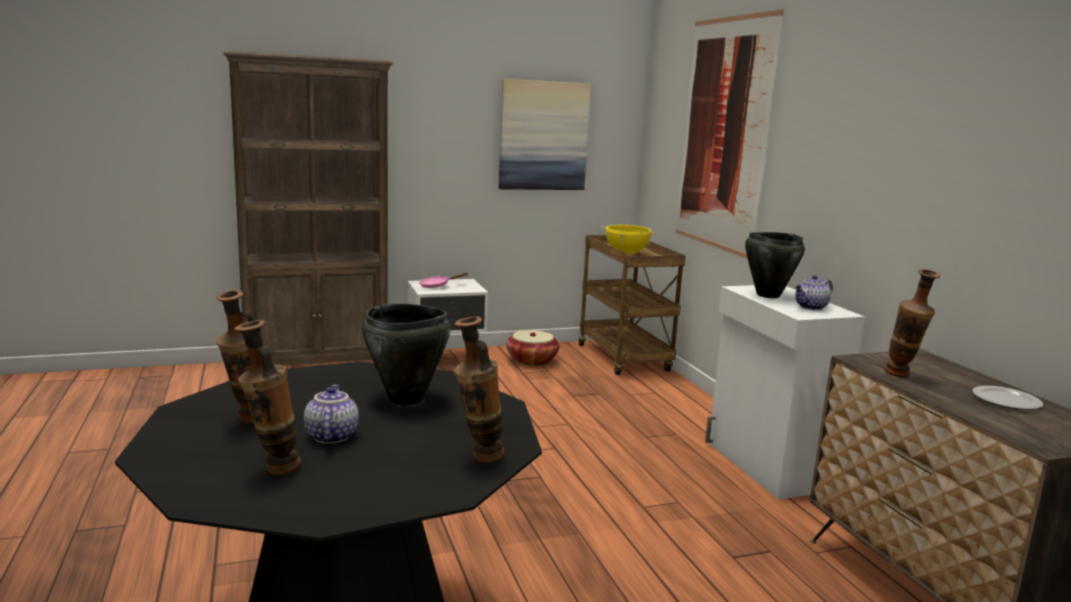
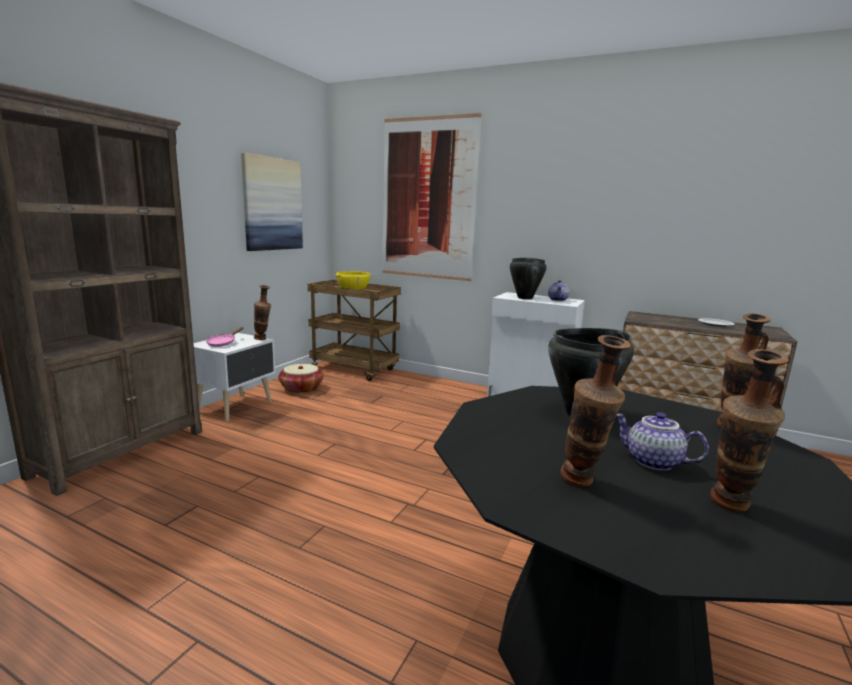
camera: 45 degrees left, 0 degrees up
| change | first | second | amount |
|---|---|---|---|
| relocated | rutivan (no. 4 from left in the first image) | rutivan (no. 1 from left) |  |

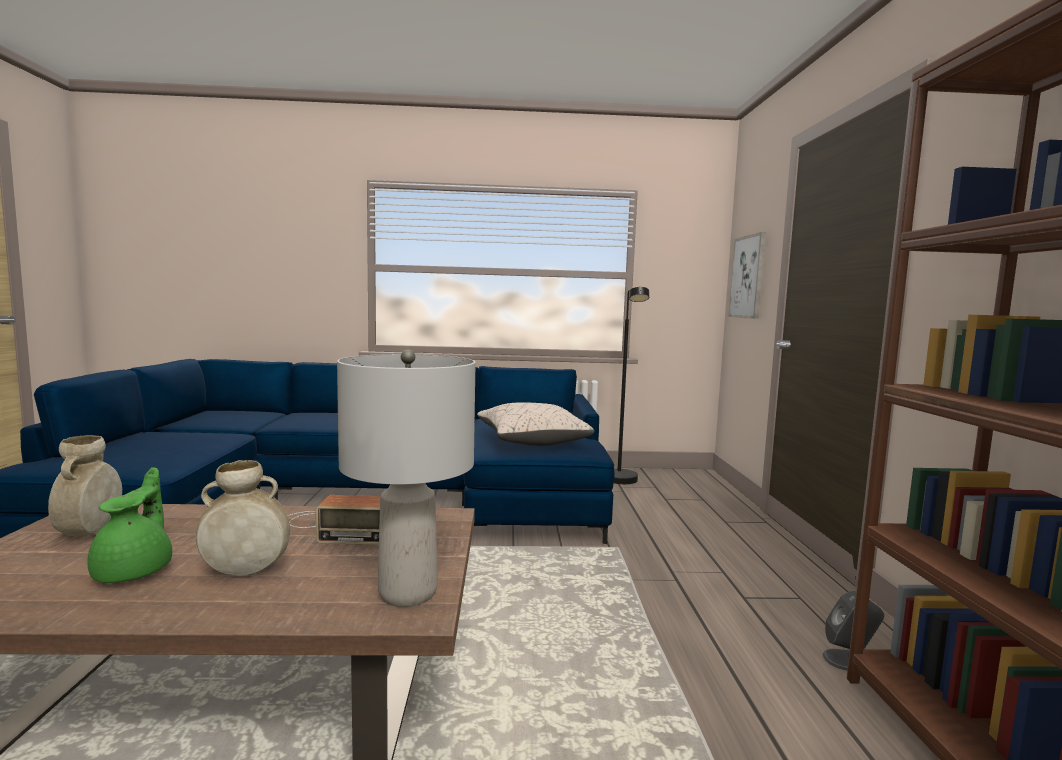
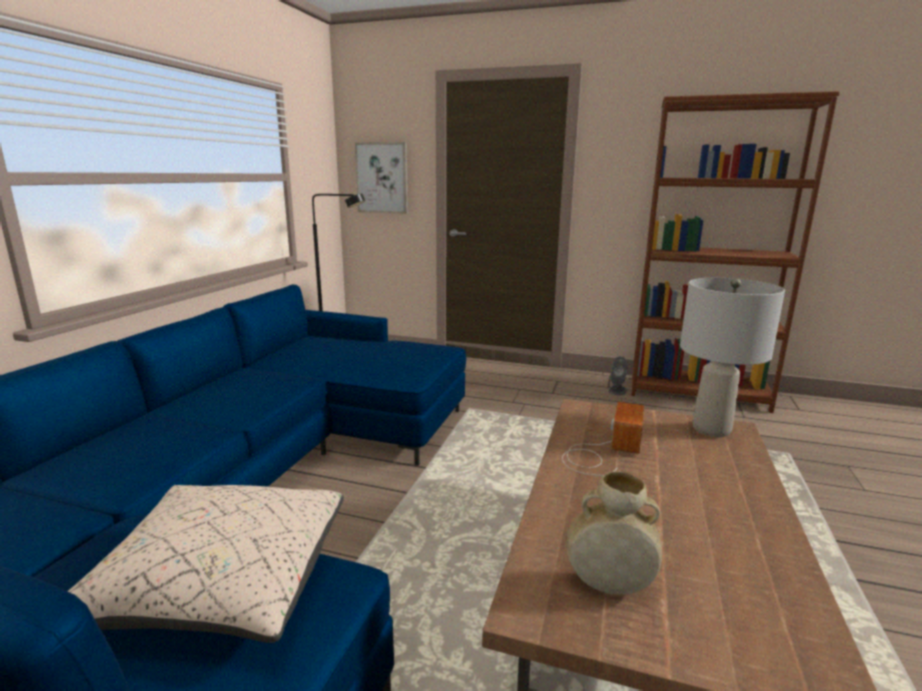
camera: 70 degrees left, 10 degrees up
| change | first | second | amount |
|---|---|---|---|
| missing | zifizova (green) |  |  |
| missing | rutivan (beige) (no. 2 from left) |  |  |
| relocated | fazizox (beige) |  |  |

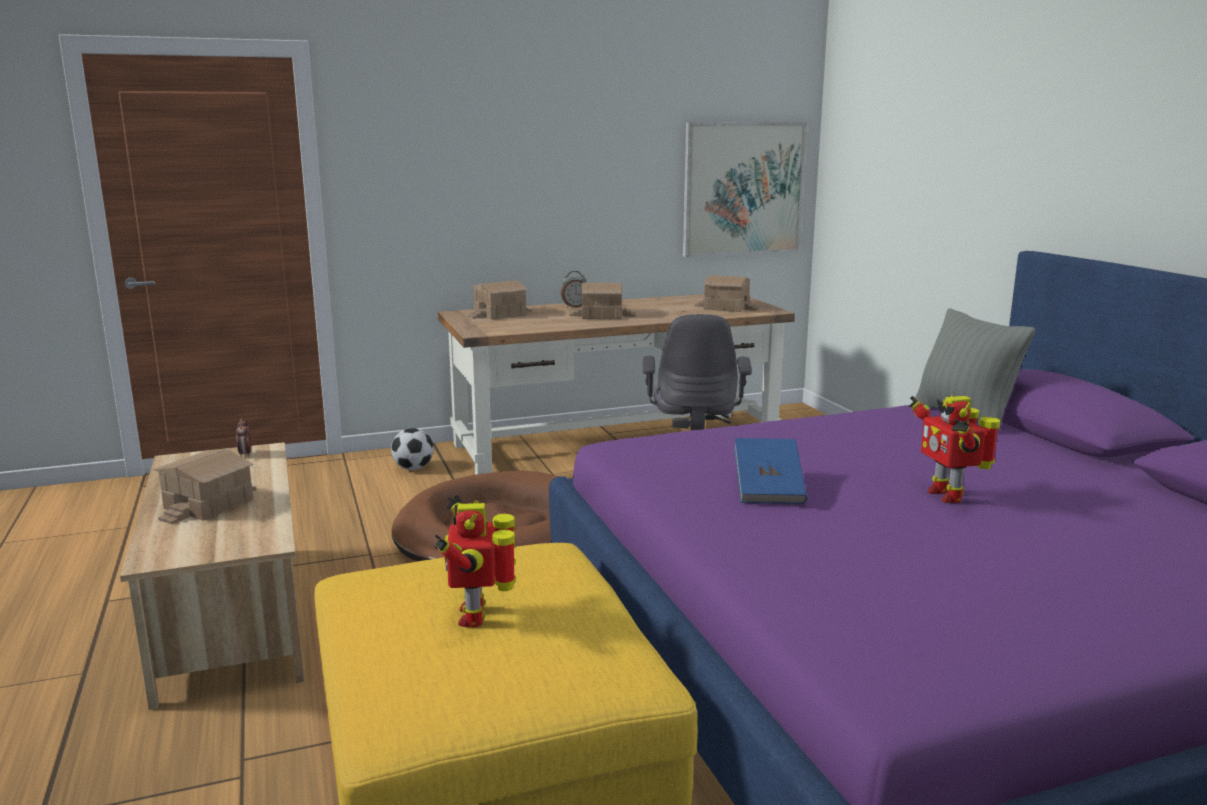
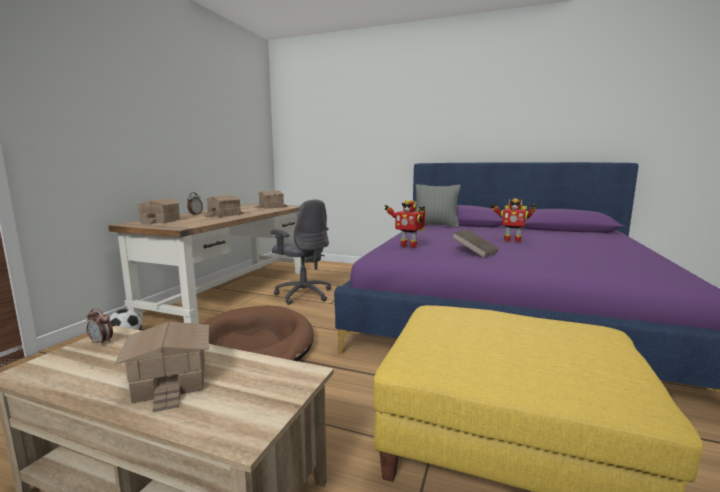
camera: 50 degrees left, 5 degrees down
| change | first | second | amount |
|---|---|---|---|
| relocated | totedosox (no. 1 from left) |  |  |
| missing | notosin |  |  |
| colour | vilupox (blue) | vilupox (brown) |  |

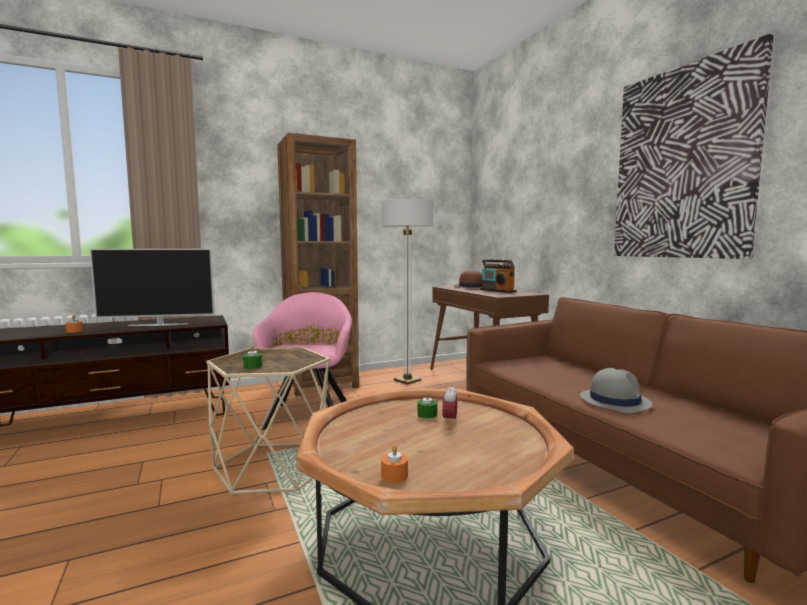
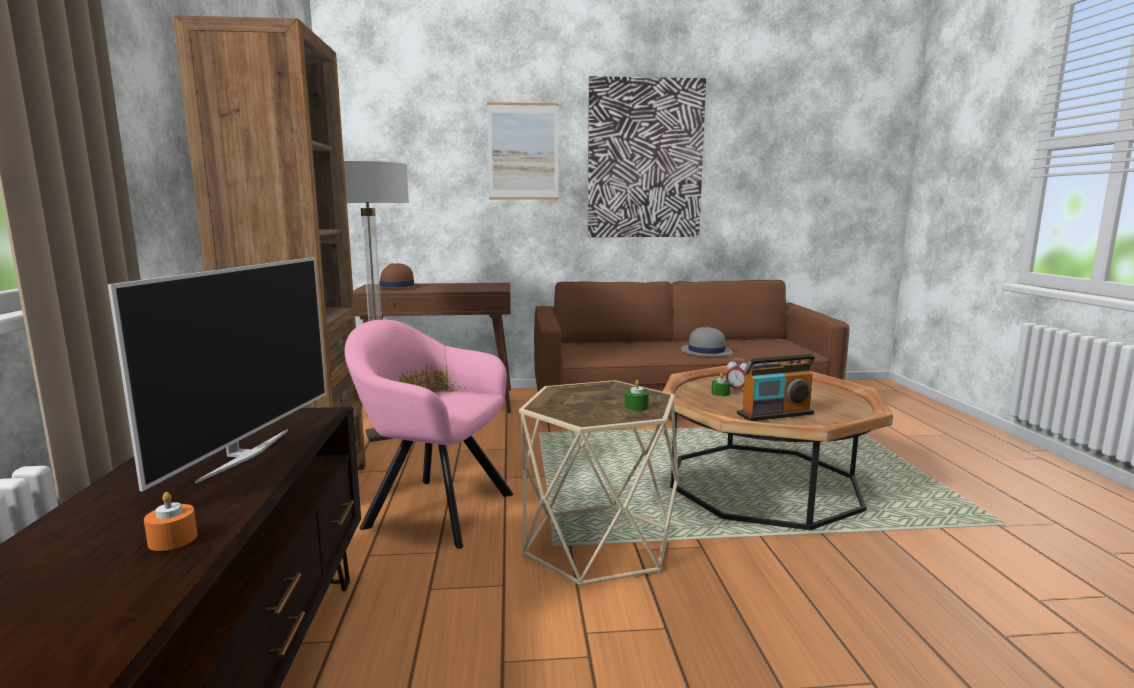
camera: 70 degrees left, 5 degrees up
| change | first | second | amount |
|---|---|---|---|
| missing | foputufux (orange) (no. 2 from left) |  |  |
| relocated | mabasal |  |  |
| appeared |  | notosin (no. 1 from left) |  |

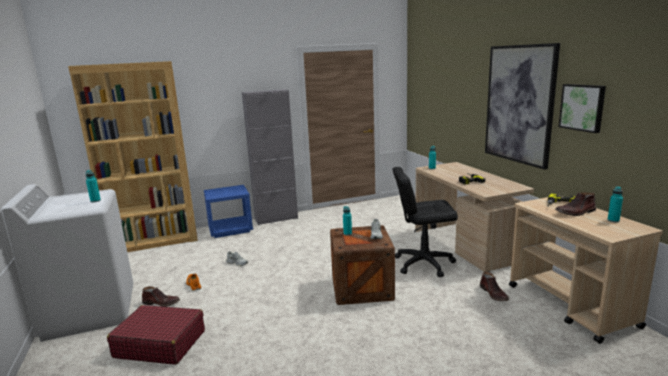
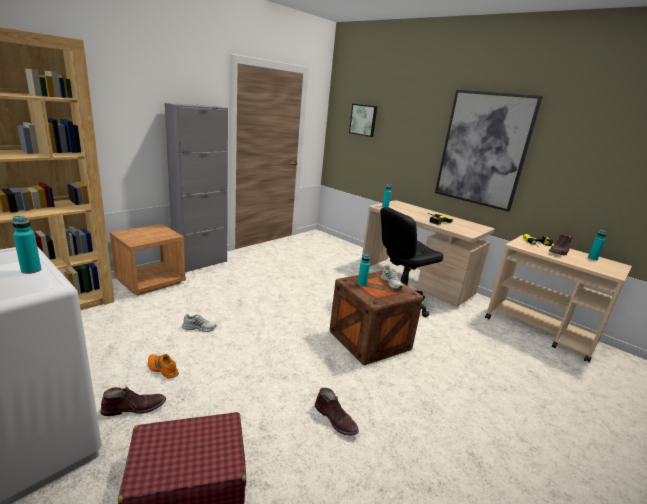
camera: 30 degrees left, 5 degrees up
| change | first | second | amount |
|---|---|---|---|
| colour | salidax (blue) | salidax (brown) |  |
| relocated | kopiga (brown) (no. 2 from left) |  |  |
| relocated | notosin (no. 2 from left in the first image) | notosin (no. 1 from left) |  |

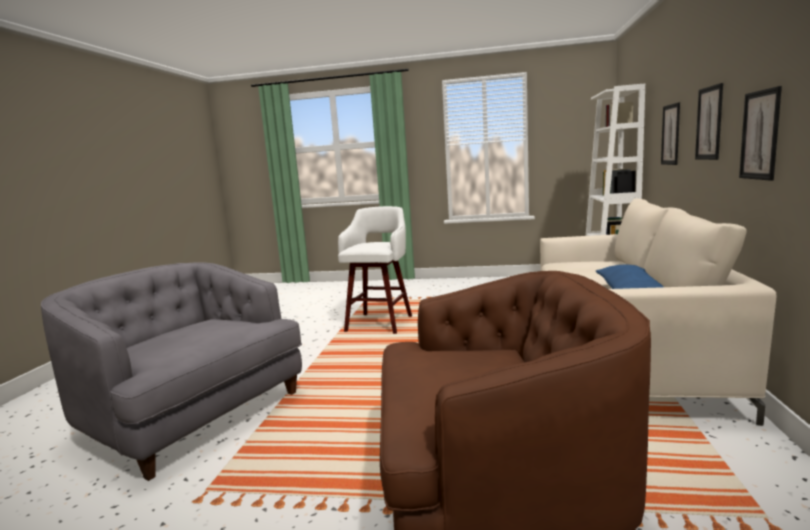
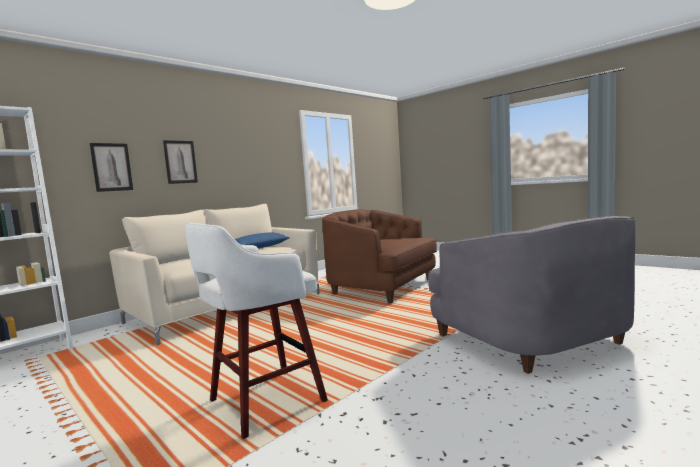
camera: 145 degrees left, 5 degrees down
| change | first | second | amount |
|---|---|---|---|
| missing | notosin (no. 3 from left) |  |  |

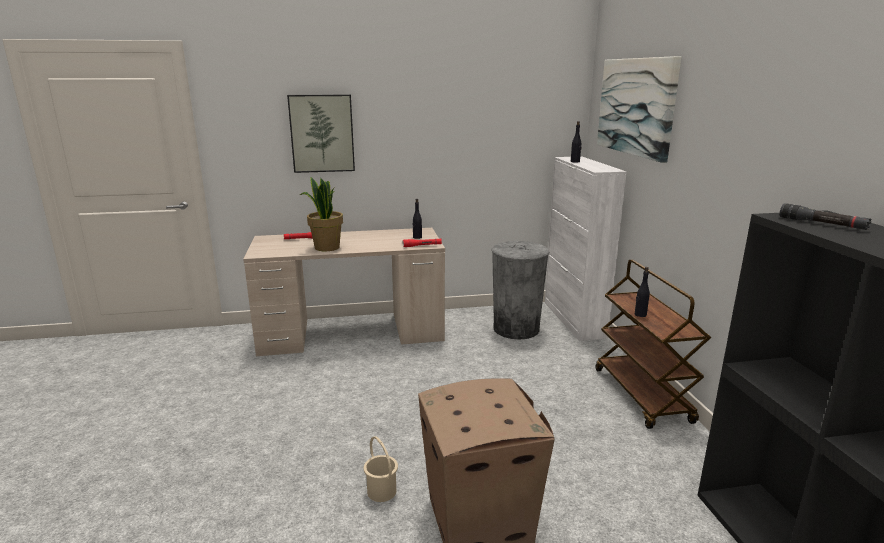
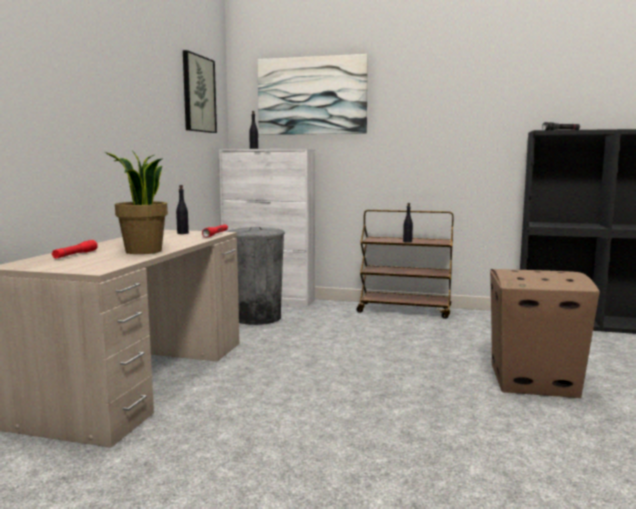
camera: 65 degrees left, 10 degrees down
| change | first | second | amount |
|---|---|---|---|
| relocated | notosin (no. 1 from left) |  |  |
| missing | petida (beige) |  |  |

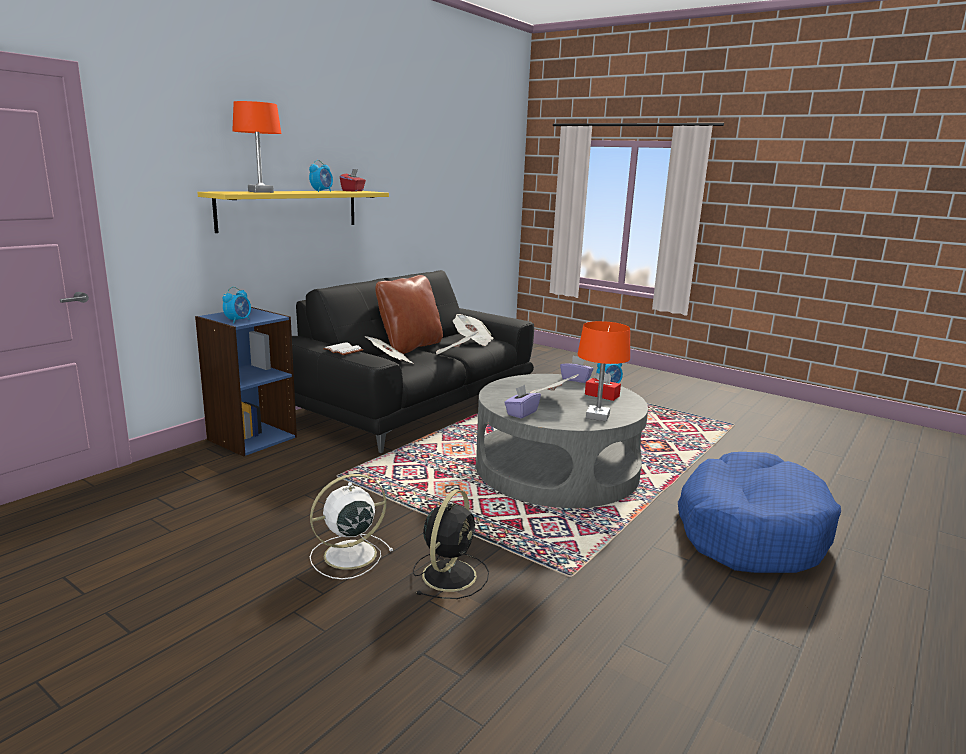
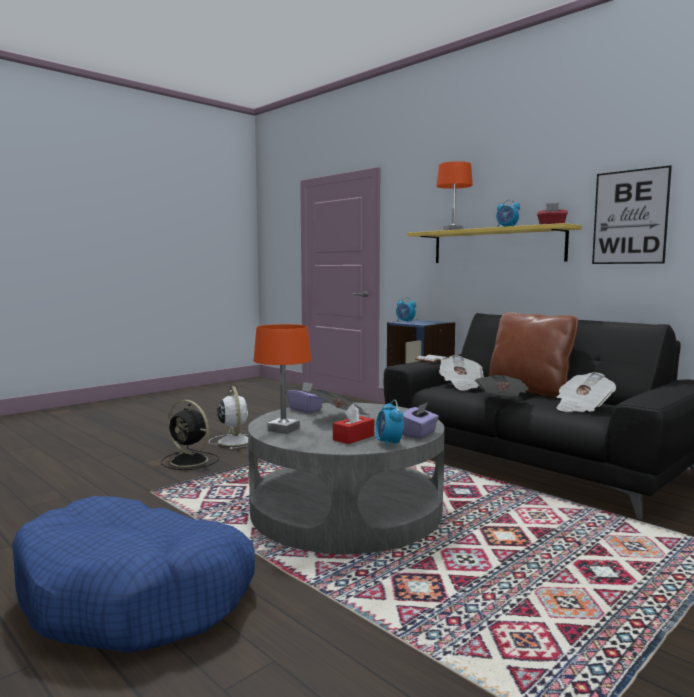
camera: 100 degrees right, 10 degrees down
| change | first | second | amount |
|---|---|---|---|
| appeared |  | notosin |  |

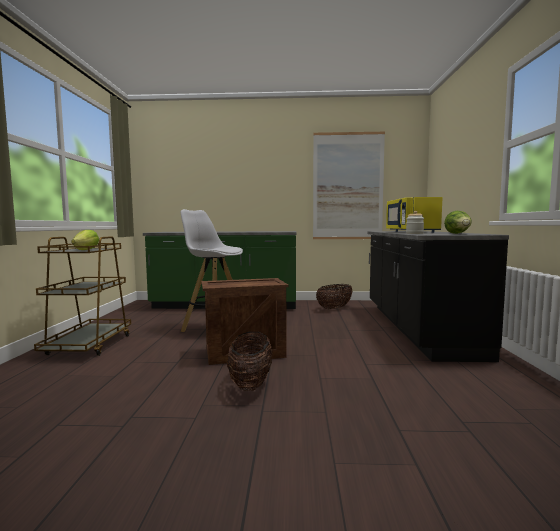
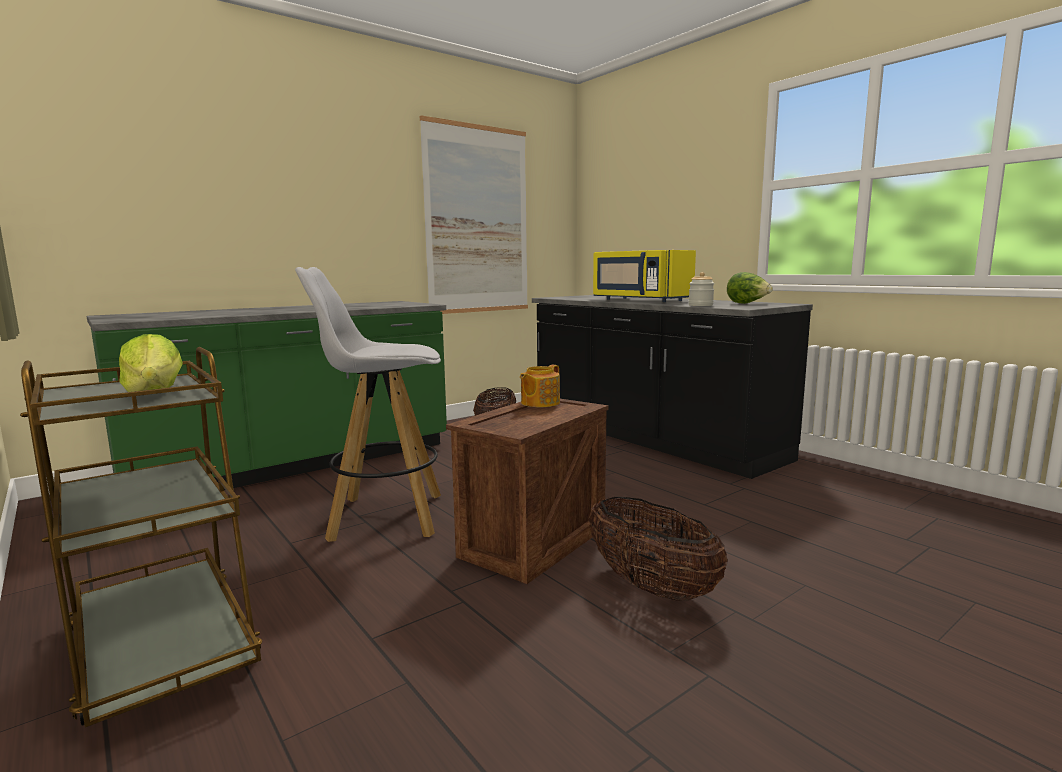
camera: 40 degrees left, 5 degrees up
| change | first | second | amount |
|---|---|---|---|
| appeared |  | zifizova |  |

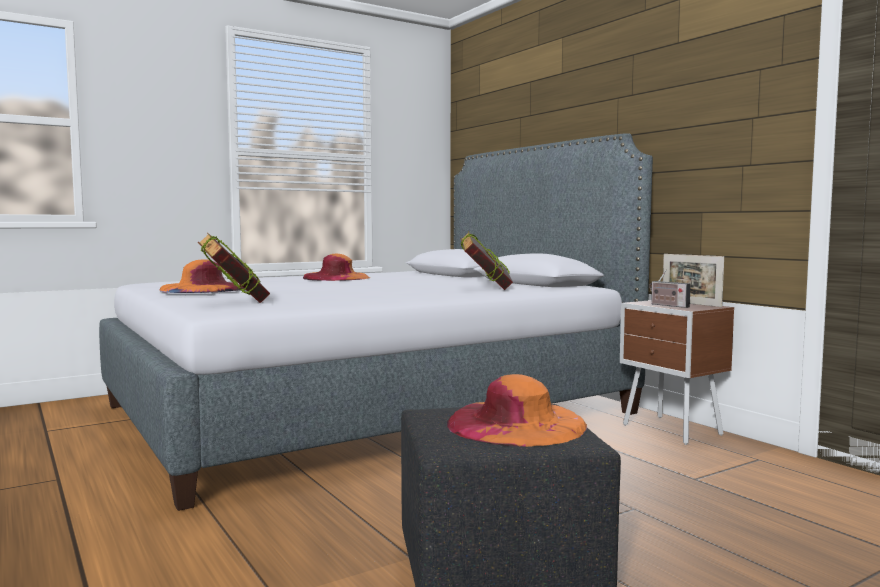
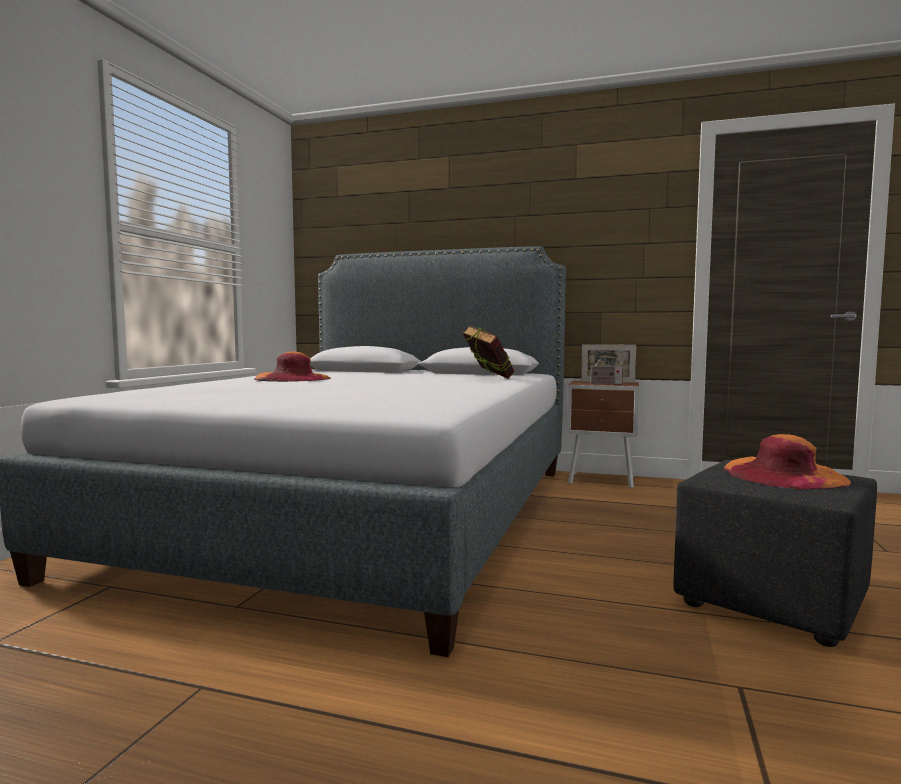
camera: 40 degrees left, 0 degrees up
| change | first | second | amount |
|---|---|---|---|
| missing | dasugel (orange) (no. 1 from left) |  |  |
| missing | vilupox (no. 1 from left) |  |  |

